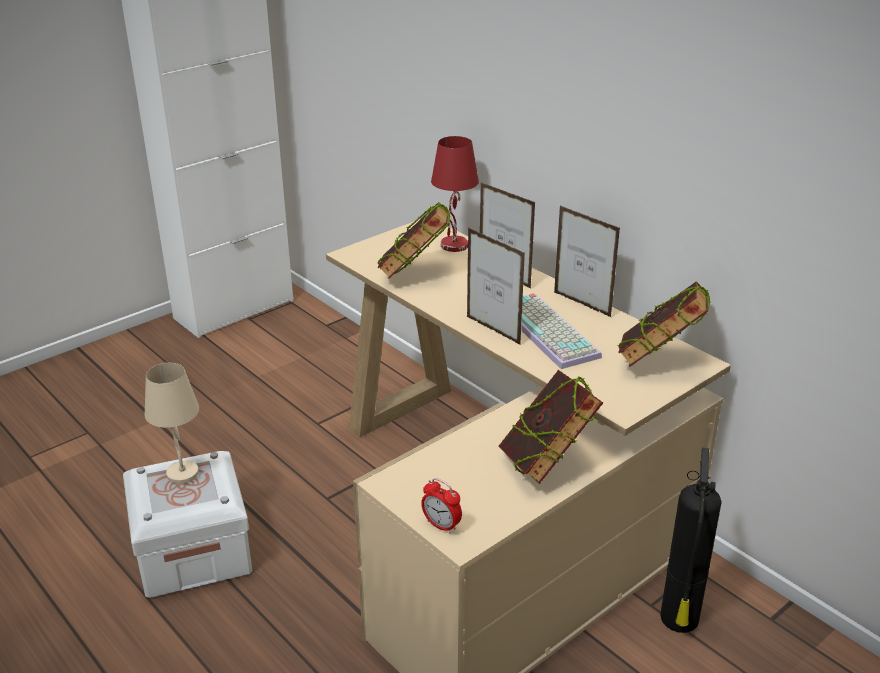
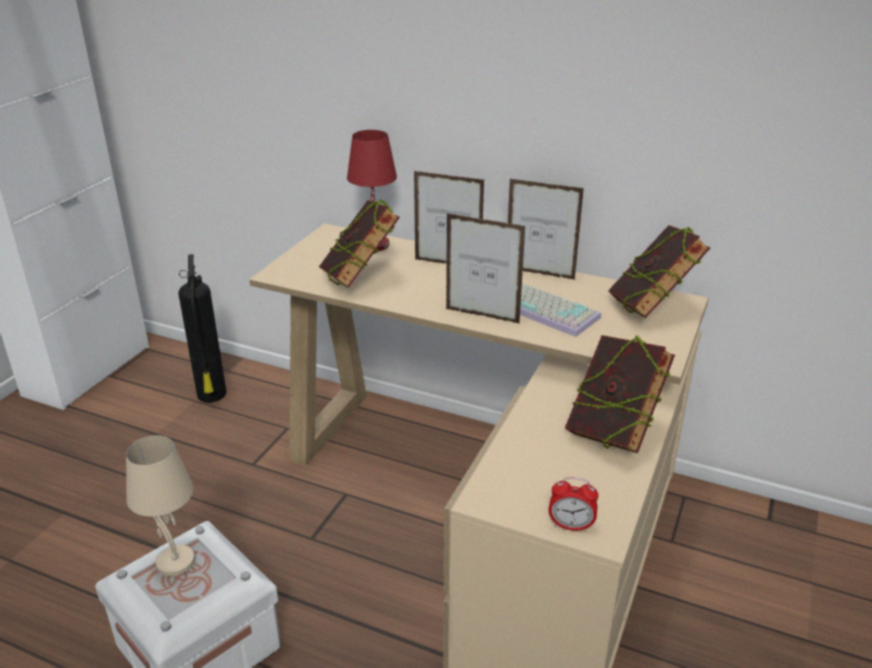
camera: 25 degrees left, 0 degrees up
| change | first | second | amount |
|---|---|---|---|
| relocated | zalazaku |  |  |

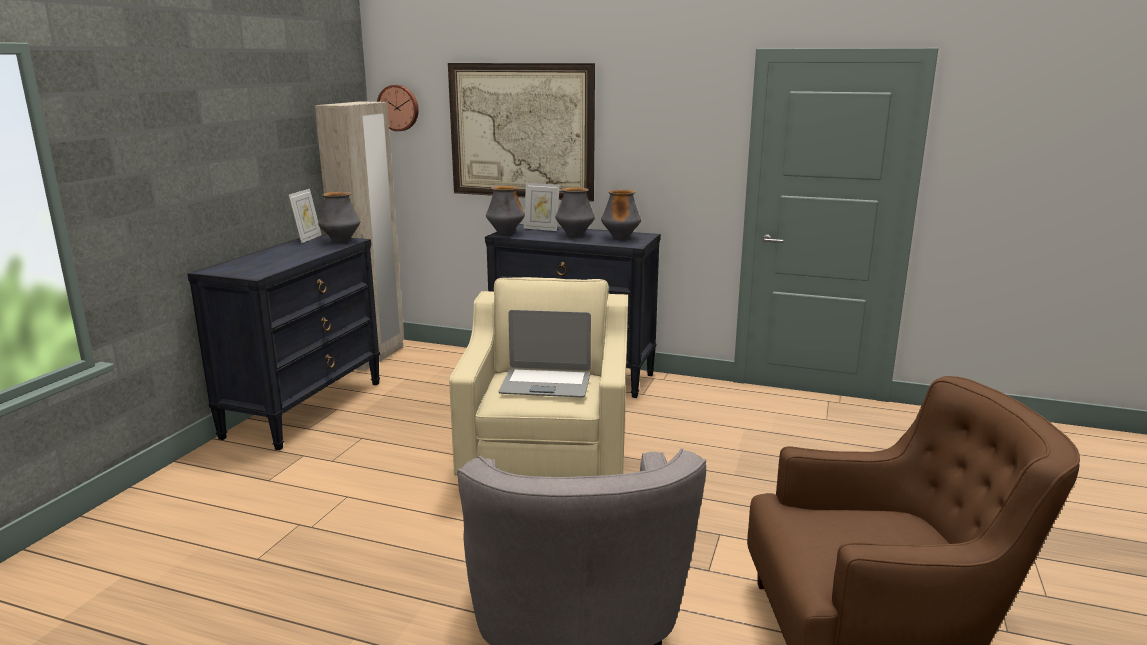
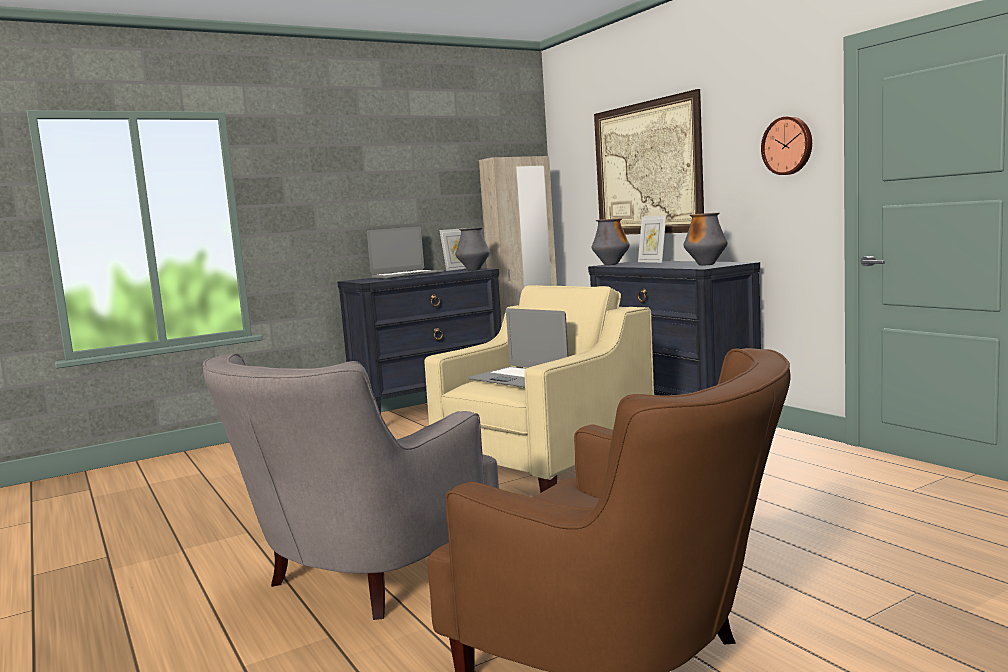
camera: 40 degrees right, 10 degrees down
| change | first | second | amount |
|---|---|---|---|
| relocated | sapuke |  |  |
| missing | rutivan (no. 3 from left) |  |  |
| appeared |  | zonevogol (no. 1 from left) |  |

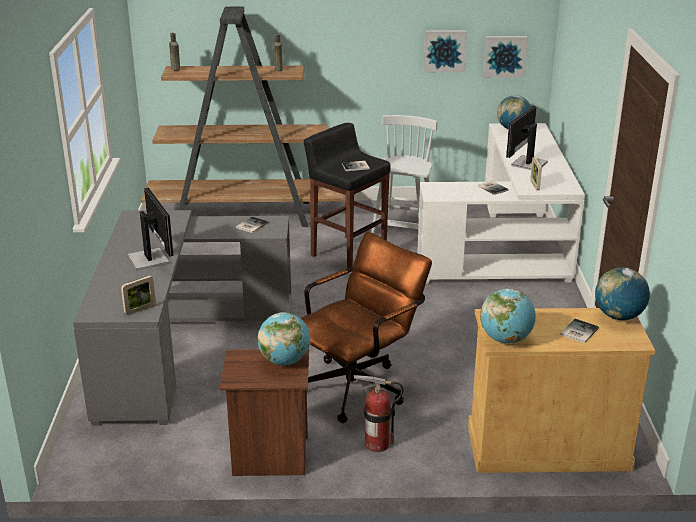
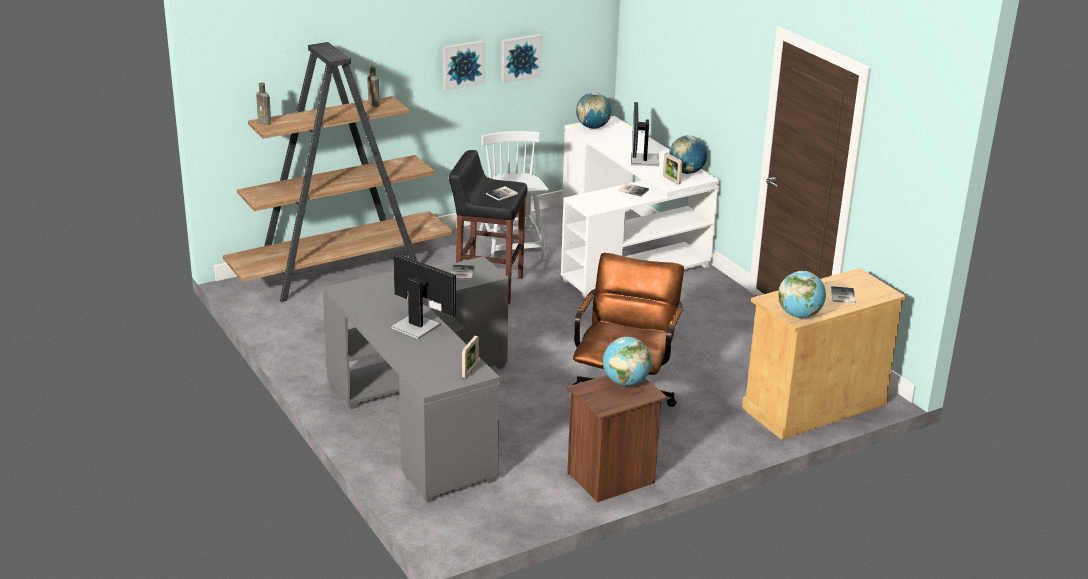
camera: 30 degrees left, 0 degrees up
| change | first | second | amount |
|---|---|---|---|
| missing | zalazaku |  |  |
| relocated | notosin (no. 2 from left in the first image) | notosin (no. 1 from left) |  |
| relocated | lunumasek (no. 4 from left in the first image) | lunumasek (no. 3 from left) |  |

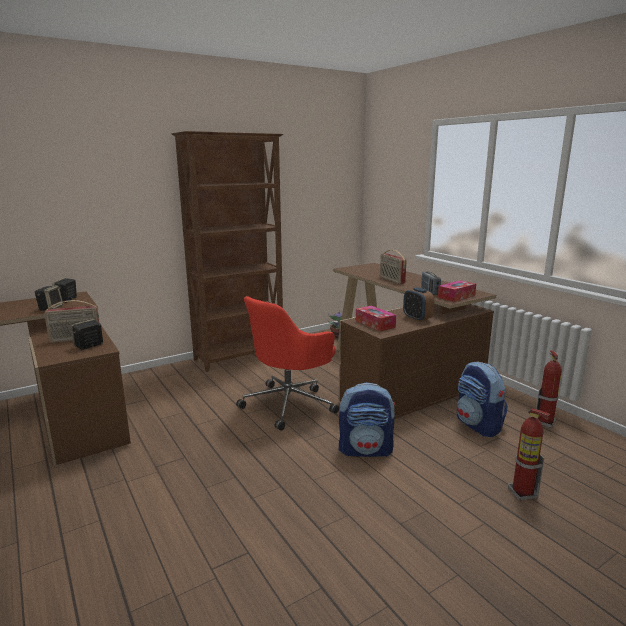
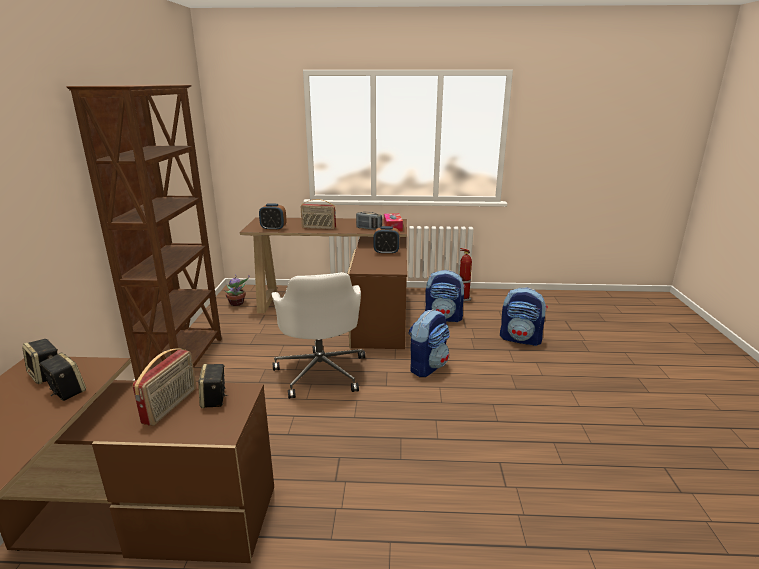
camera: 55 degrees left, 5 degrees up
| change | first | second | amount |
|---|---|---|---|
| colour | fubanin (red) | fubanin (white) |  |
| missing | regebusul (no. 1 from left) |  |  |
| exchanged | zalazaku (no. 1 from left) | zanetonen (no. 3 from left) |  |
| appeared |  | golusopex (no. 1 from left) |  |

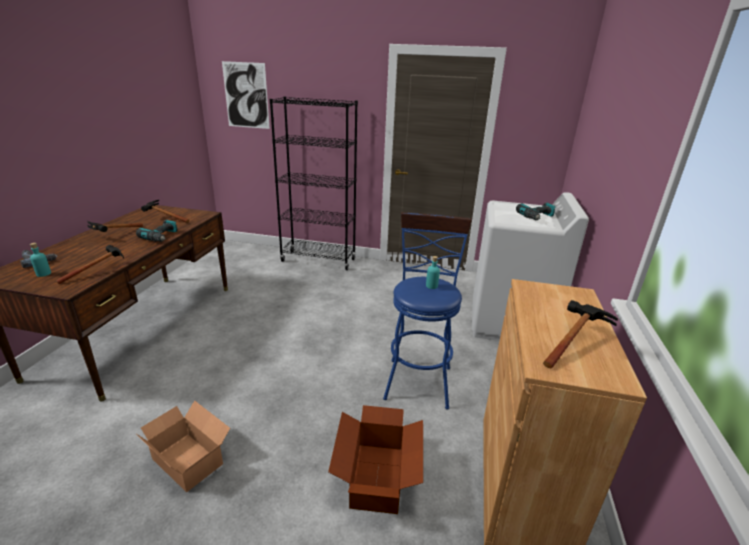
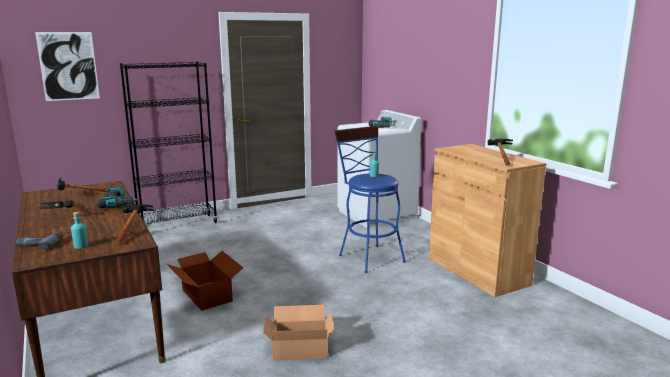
camera: 40 degrees left, 10 degrees down
| change | first | second | amount |
|---|---|---|---|
| relocated | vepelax (no. 2 from left in the first image) | vepelax (no. 1 from left) |  |

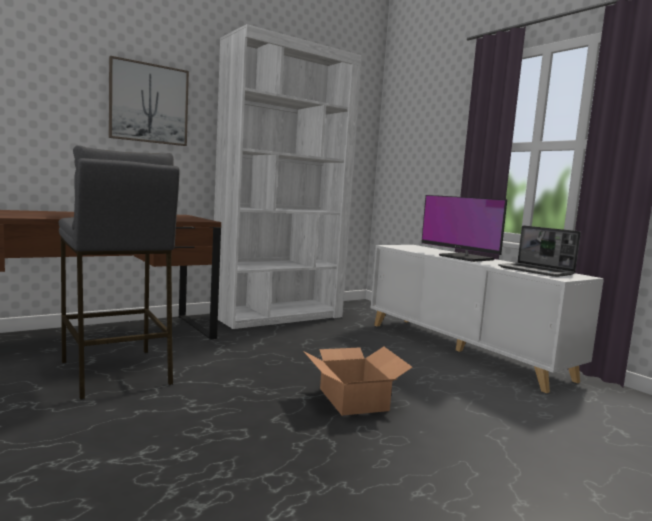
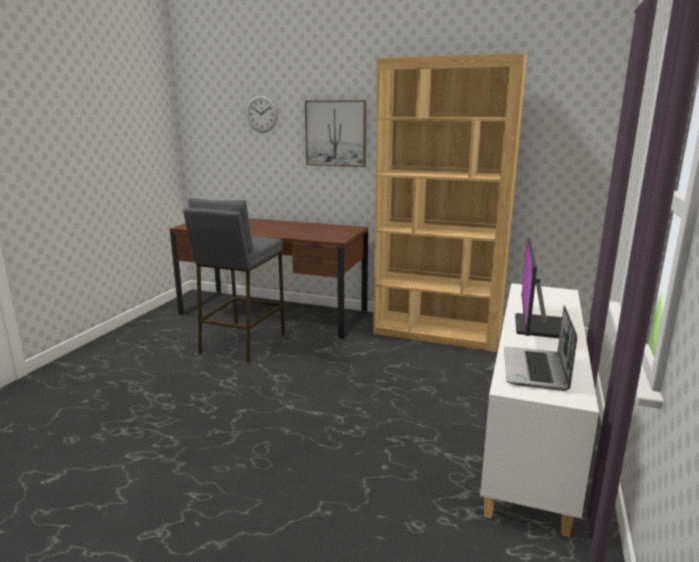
camera: 55 degrees right, 10 degrees up
| change | first | second | amount |
|---|---|---|---|
| colour | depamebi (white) | depamebi (brown) |  |
| missing | vepelax |  |  |
| appeared |  | sapuke |  |

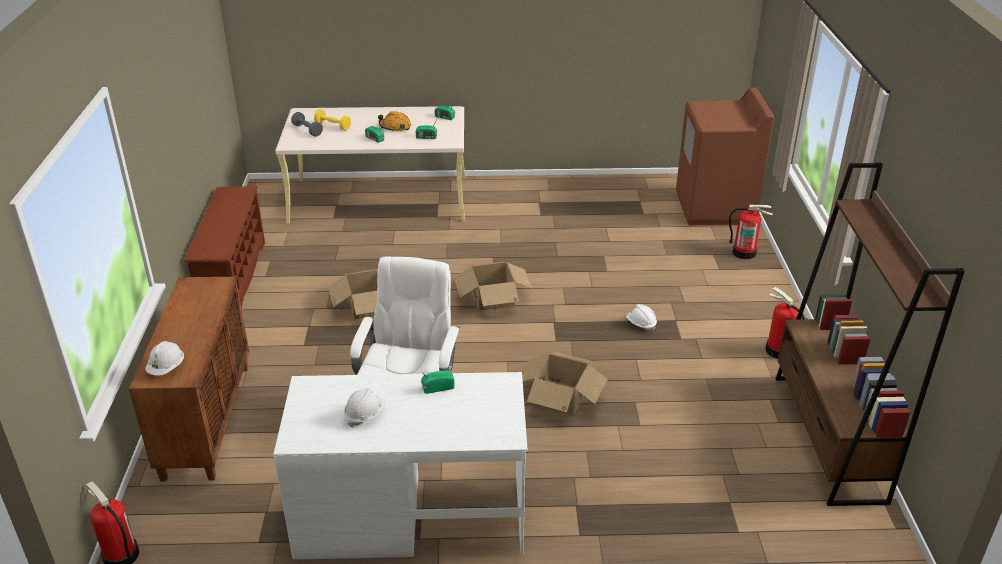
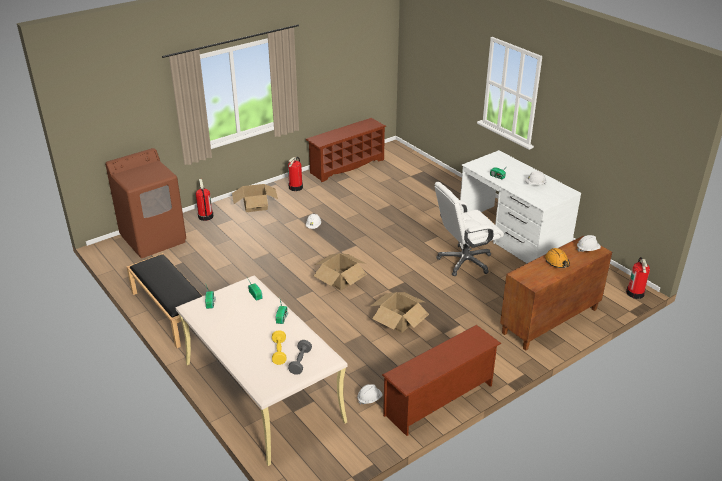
camera: 125 degrees left, 0 degrees up
| change | first | second | amount |
|---|---|---|---|
| relocated | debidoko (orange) |  |  |
| relocated | vepelax (no. 3 from left in the first image) | vepelax (no. 1 from left) |  |
| exchanged | depamebi (brown) | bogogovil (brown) (no. 1 from left) |  |
| appeared |  | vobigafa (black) |  |
| appeared |  | debidoko (white) (no. 2 from left) |  |

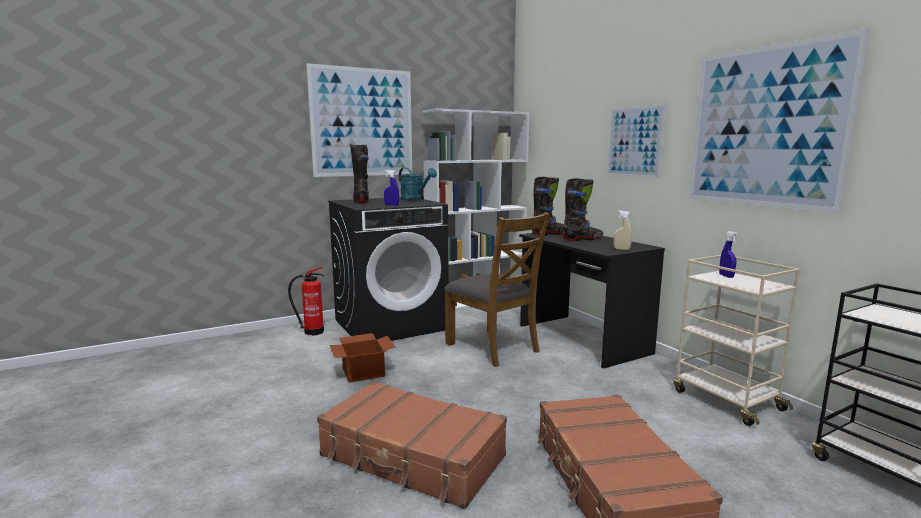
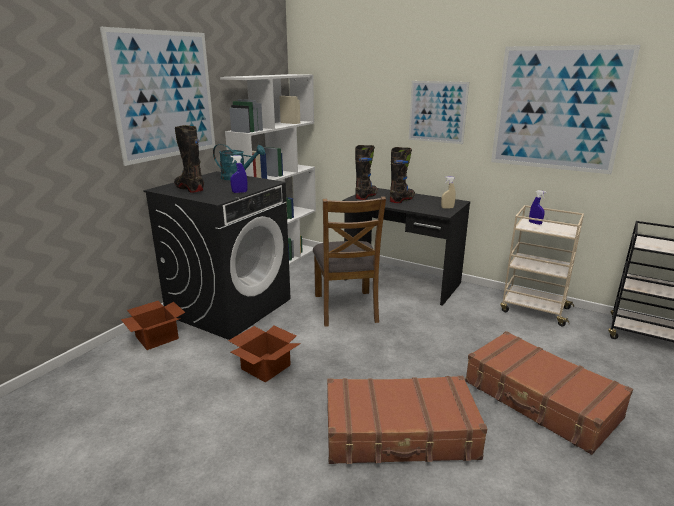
camera: 30 degrees left, 10 degrees up
| change | first | second | amount |
|---|---|---|---|
| exchanged | zalazaku | vepelax (no. 1 from left) |  |
| spun | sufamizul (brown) |  | 60 degrees clockwise |

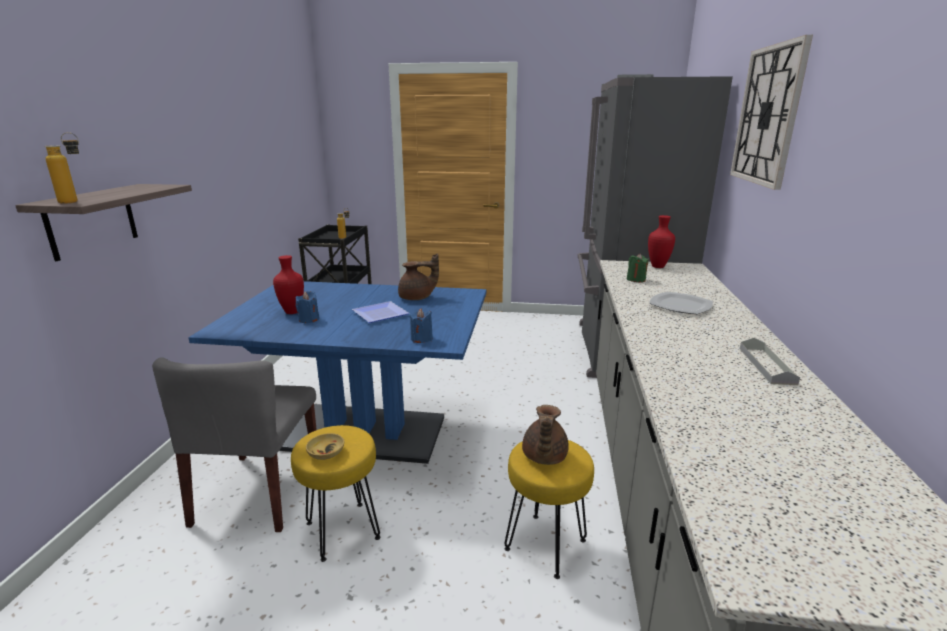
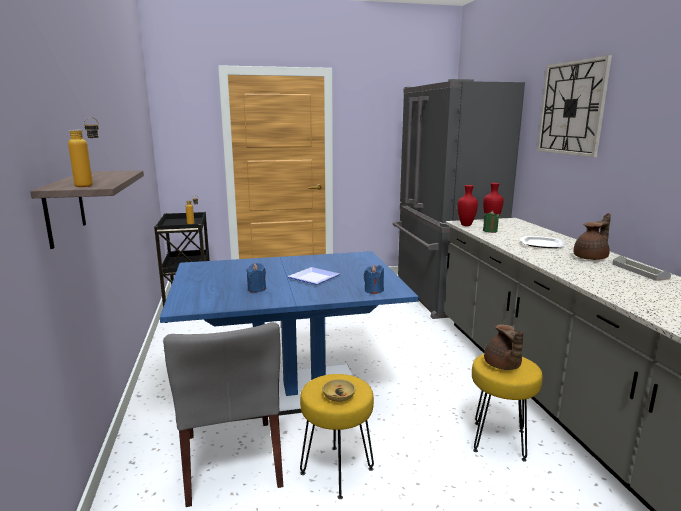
camera: 20 degrees left, 5 degrees down
| change | first | second | amount |
|---|---|---|---|
| relocated | rutivan (red) (no. 1 from left) |  |  |
| relocated | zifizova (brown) (no. 1 from left in the first image) | zifizova (brown) (no. 2 from left) |  |

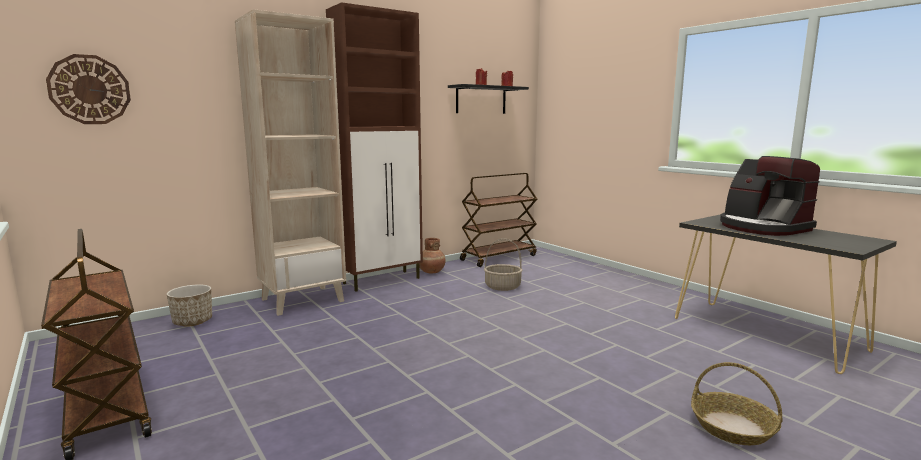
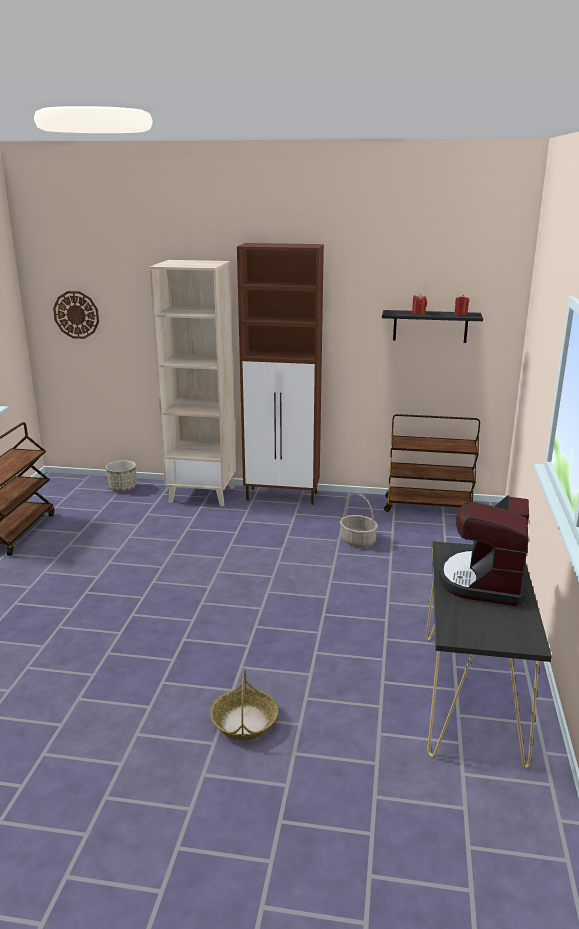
camera: 45 degrees right, 10 degrees up
| change | first | second | amount |
|---|---|---|---|
| missing | rutivan (brown) |  |  |

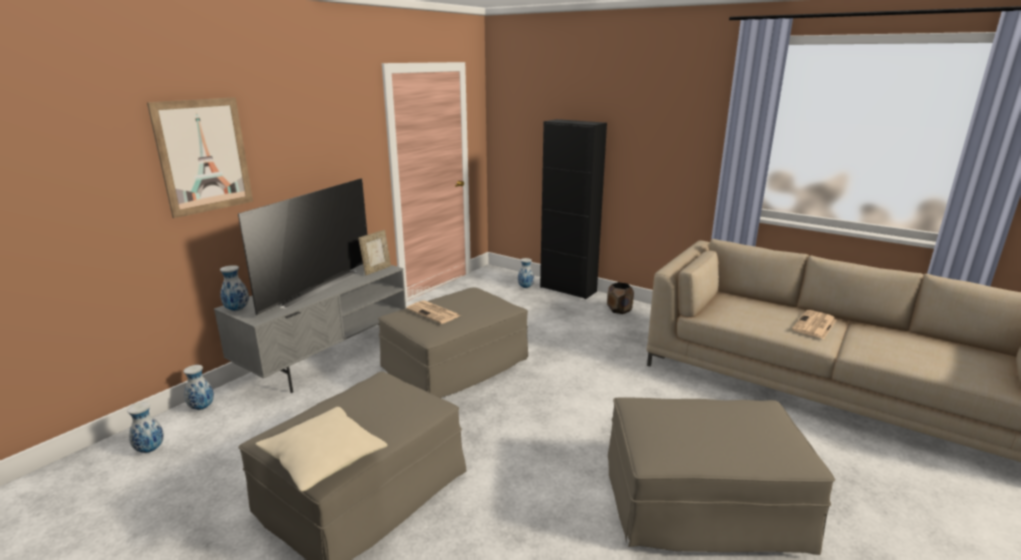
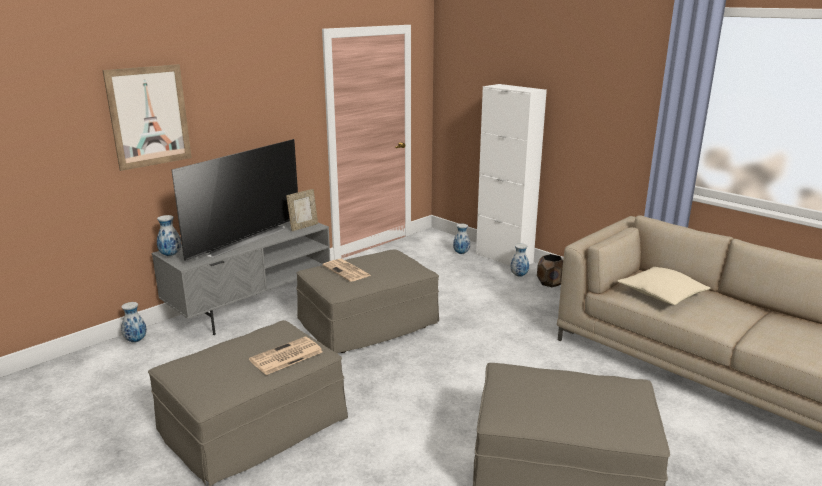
camera: 10 degrees right, 0 degrees up
| change | first | second | amount |
|---|---|---|---|
| relocated | rutivan (no. 1 from left in the first image) | rutivan (no. 4 from left) |  |
| relocated | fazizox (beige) |  |  |
| colour | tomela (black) | tomela (white) |  |
| relocated | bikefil (no. 2 from left in the first image) | bikefil (no. 1 from left) |  |

